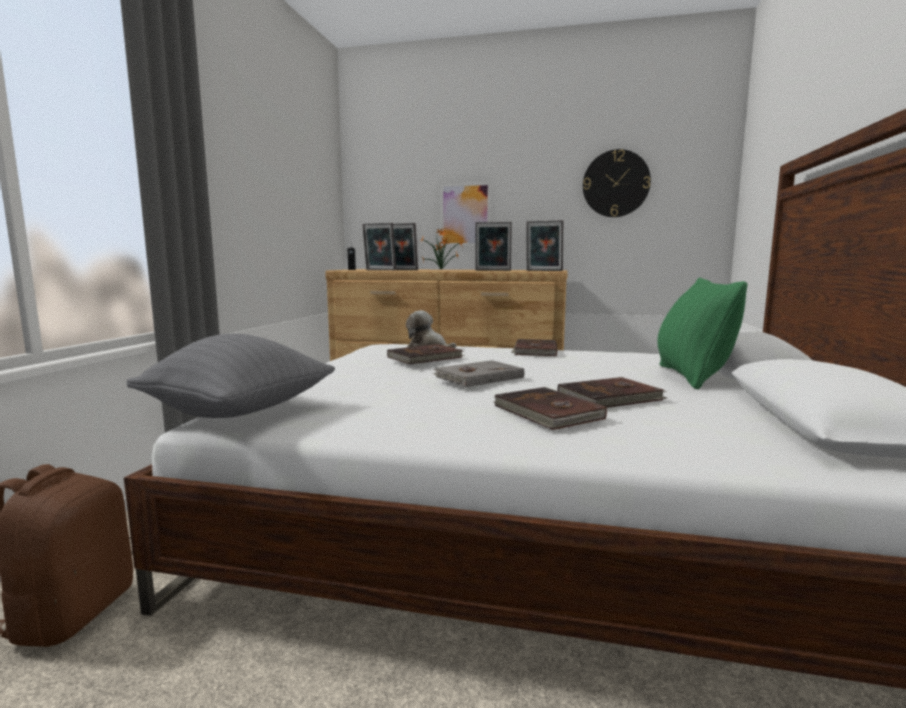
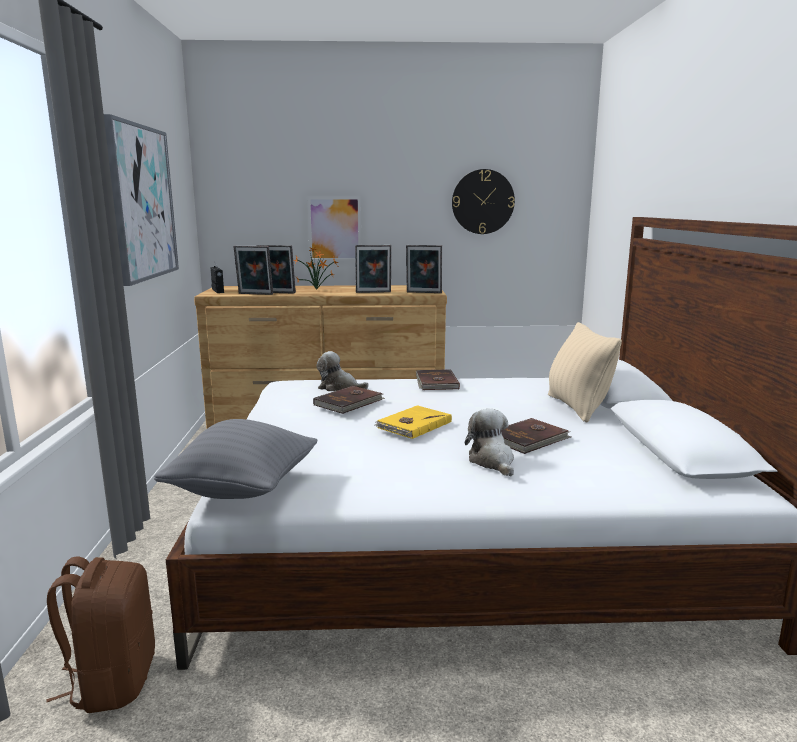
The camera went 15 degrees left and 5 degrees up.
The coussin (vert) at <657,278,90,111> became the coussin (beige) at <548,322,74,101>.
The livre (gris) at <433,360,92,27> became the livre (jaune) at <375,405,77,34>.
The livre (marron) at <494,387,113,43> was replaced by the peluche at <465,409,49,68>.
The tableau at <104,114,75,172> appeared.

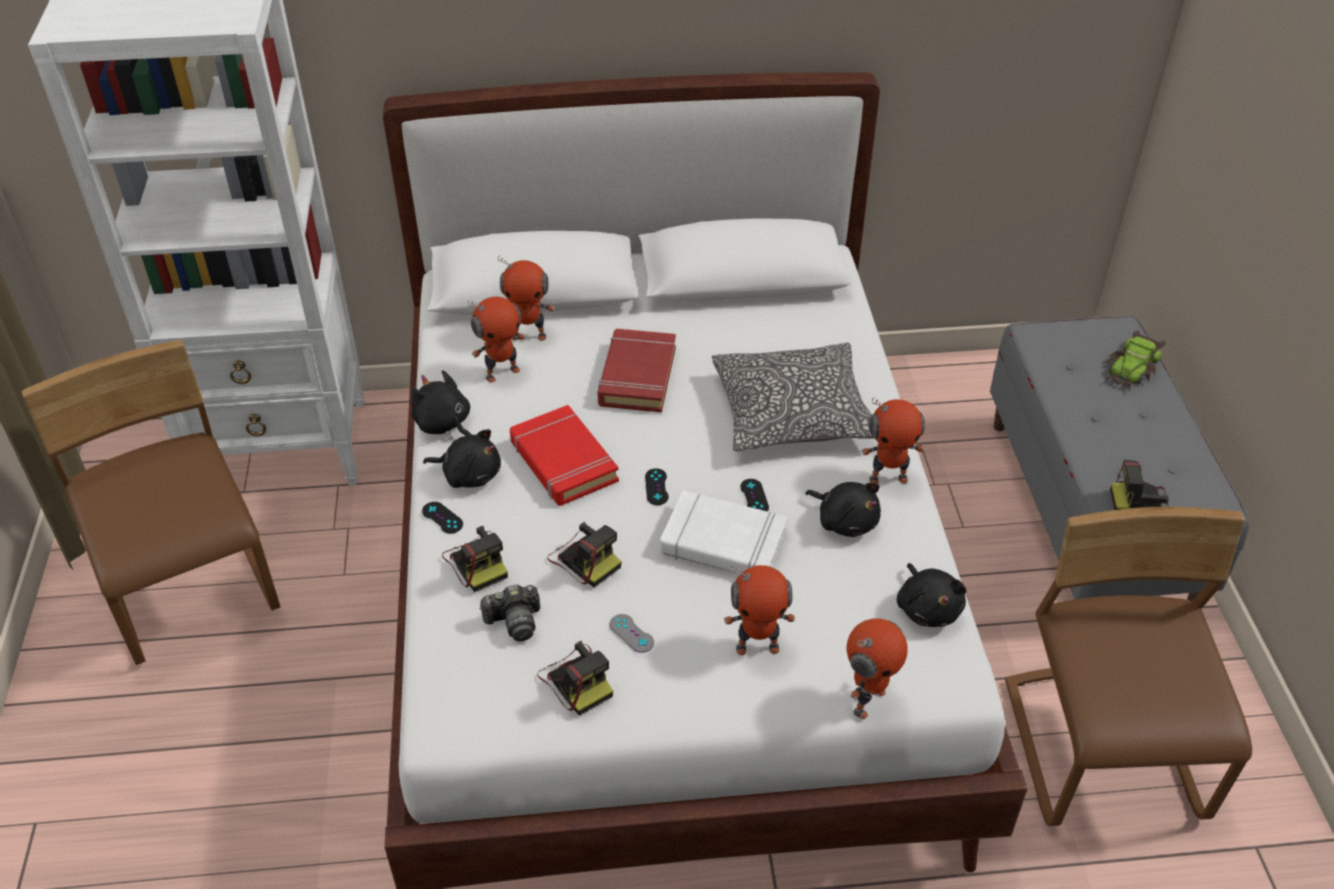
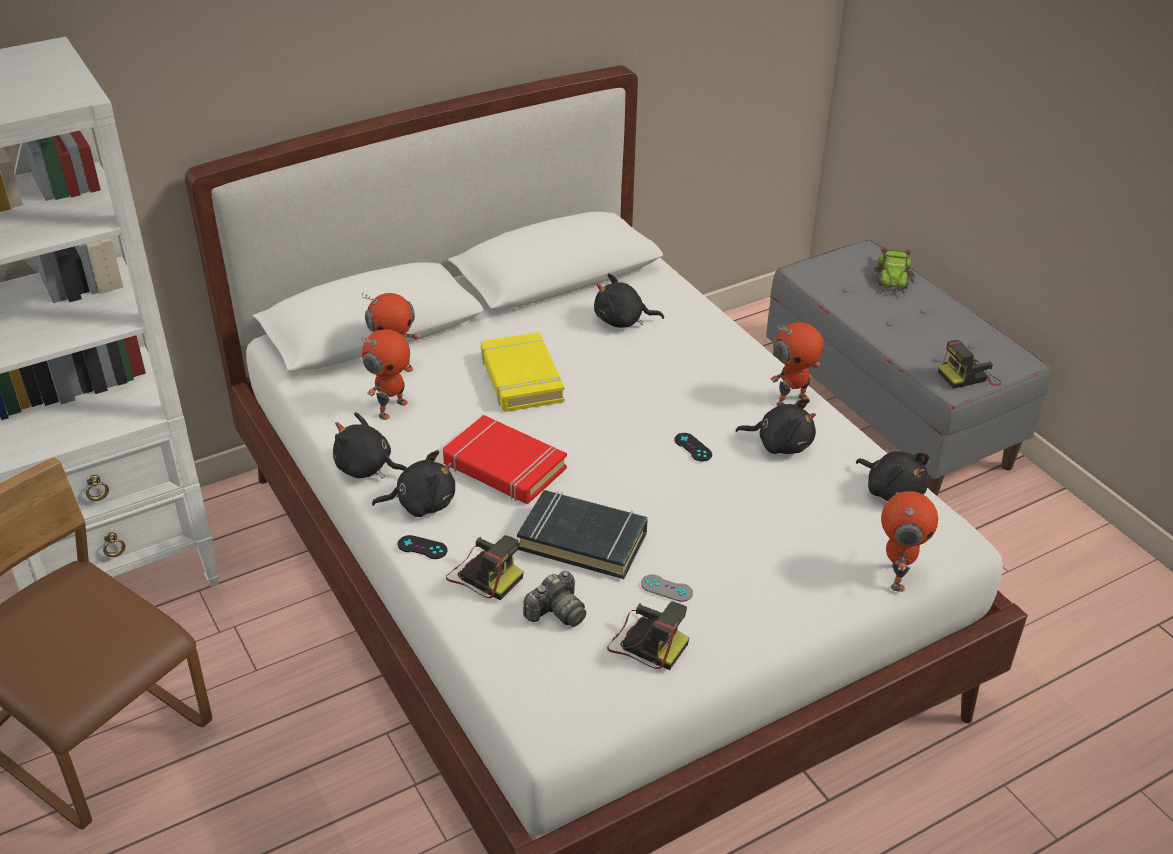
The camera went 25 degrees left and 5 degrees down.
The livre (rouge) at <597,329,79,84> became the livre (jaune) at <481,332,84,80>.
The coussin at <712,343,161,108> disappeared.
The manette (noir) at <645,468,24,37> disappeared.
The livre (blanc) at <660,491,128,83> disappeared.
The chaise (marron) at <1005,507,247,319> disappeared.
The appareil photo at <547,522,75,65> was replaced by the livre (noir) at <517,490,131,89>.
The robot jouet at <724,565,71,90> disappeared.
The peluche (noir) at <594,273,70,55> appeared.

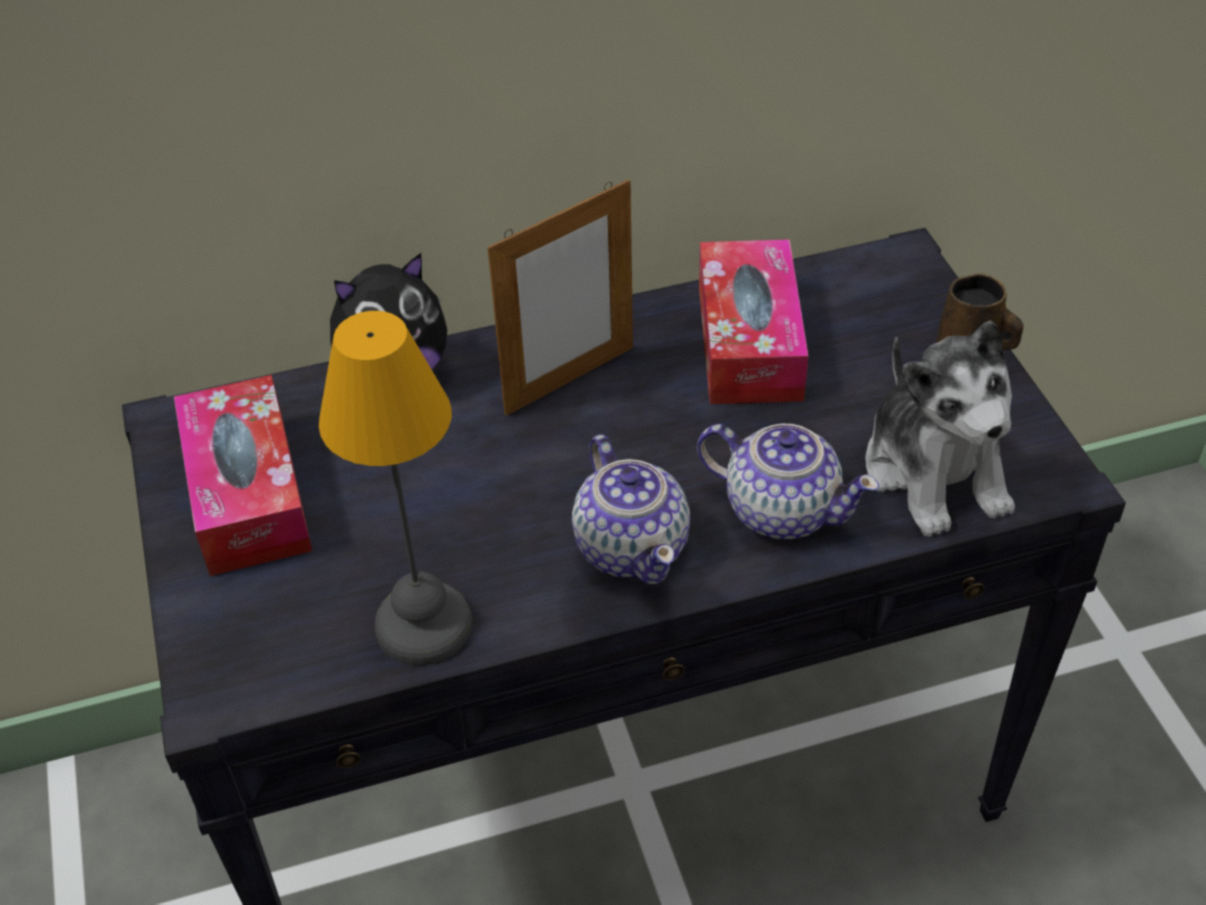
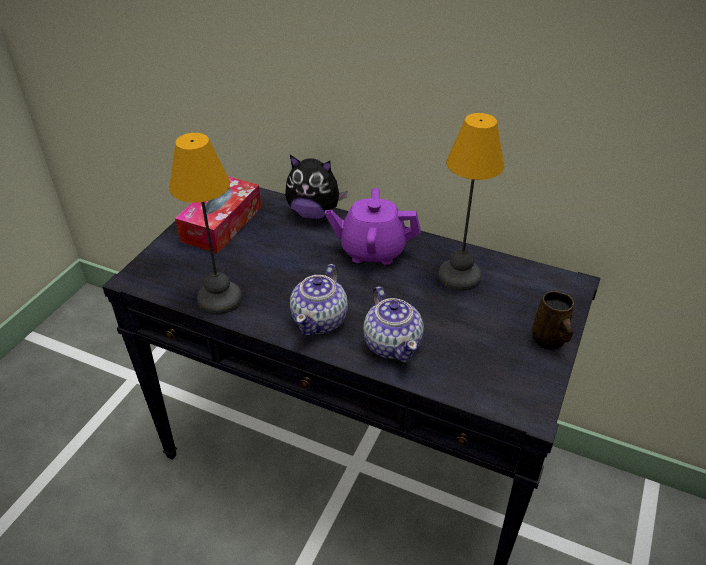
The camera went 40 degrees right and 5 degrees down.
The cadre photo at <487,179,146,237> was replaced by the théière (violet) at <325,188,96,77>.
The boîte à mouchoirs at <699,239,109,165> was replaced by the lampe de table at <438,113,66,178>.
The peluche at <865,321,150,216> disappeared.

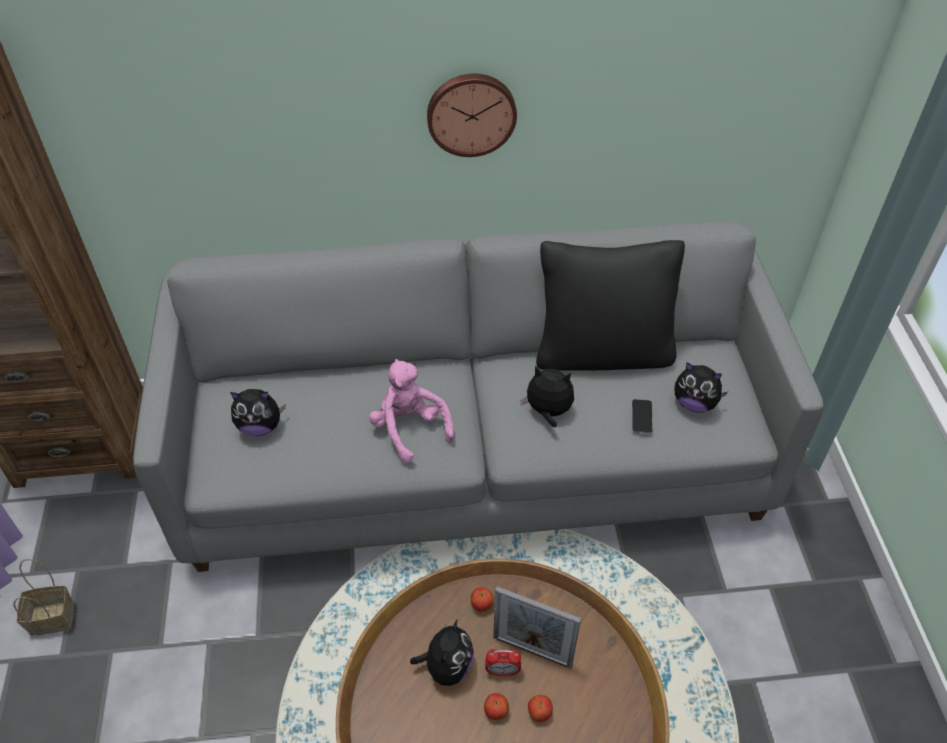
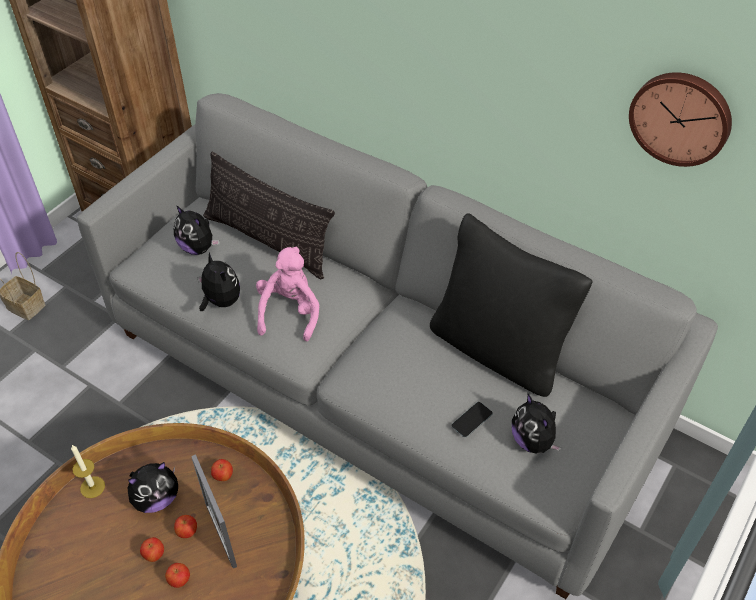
The camera went 40 degrees right and 0 degrees up.
The horloge murale moved from <427,74,90,83> to <629,72,103,95>.
The peluche moved from <520,366,54,61> to <197,252,43,59>.
The réveil at <485,649,36,27> was replaced by the pomme at <174,515,23,23>.
The coussin at <203,152,132,128> appeared.
The bougie at <71,445,34,53> appeared.

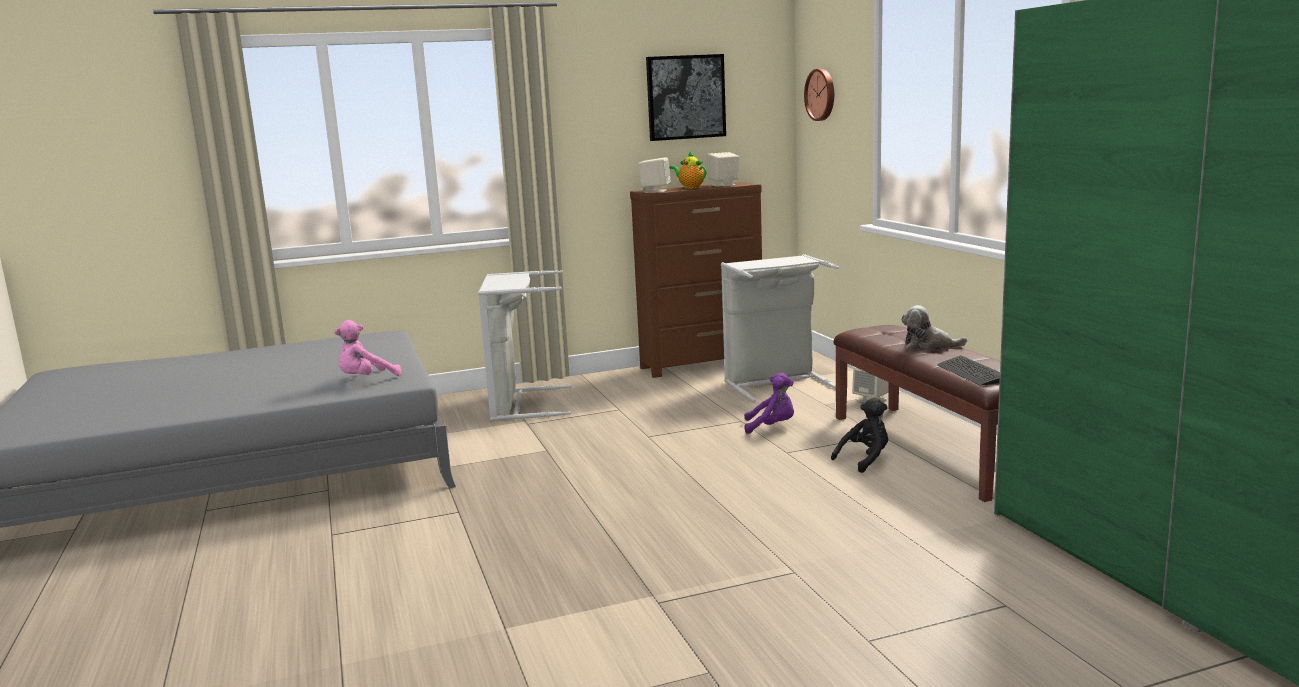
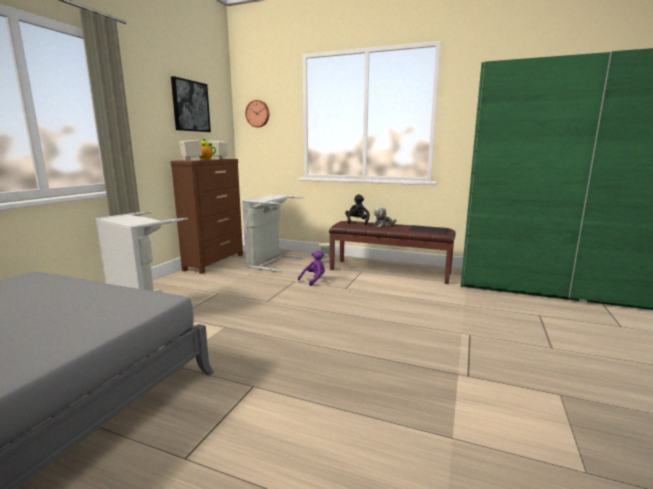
The camera went 50 degrees left and 0 degrees up.
The peluche (rose) at <334,320,68,56> disappeared.
The peluche (noir) moved from <831,398,57,75> to <345,194,25,31>.

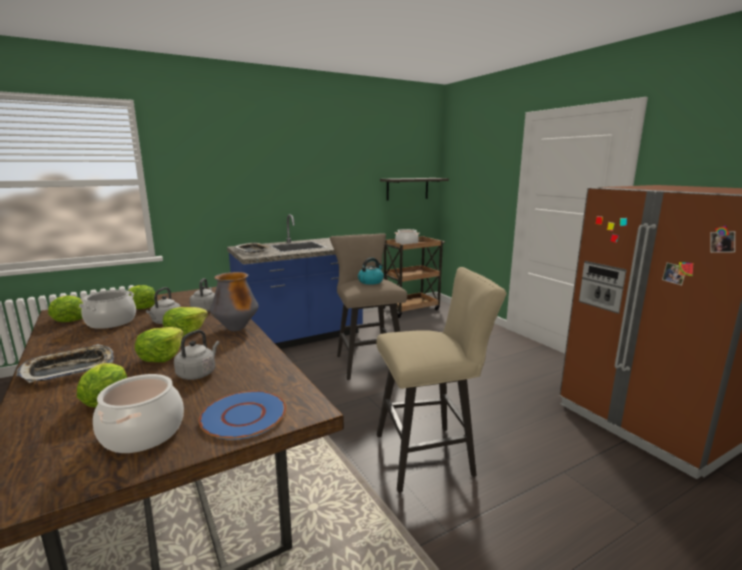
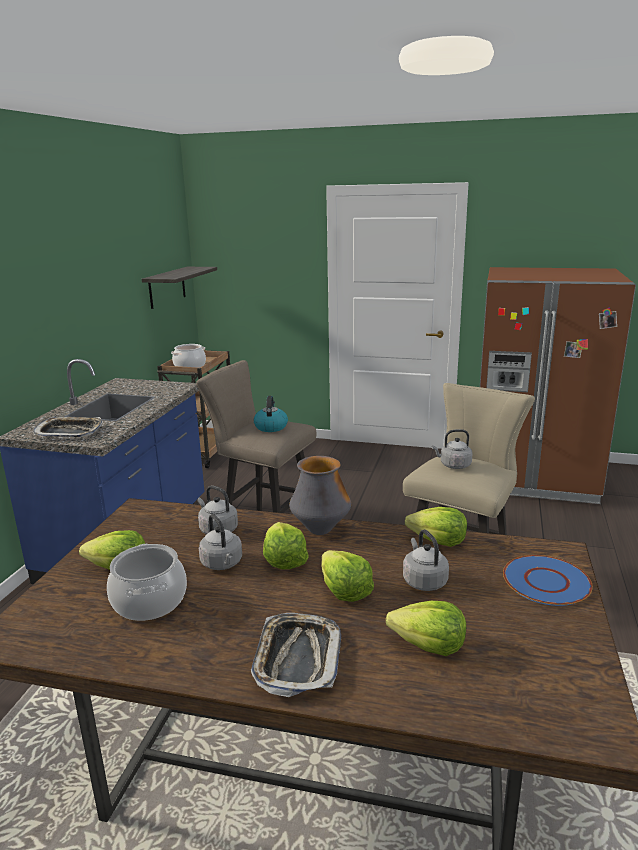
The camera went 45 degrees left and 5 degrees up.
The laitue moved from <48,296,35,26> to <405,507,62,40>.
The marmite at <93,374,91,79> disappeared.
The bouilloire (gris) at <432,429,40,40> appeared.

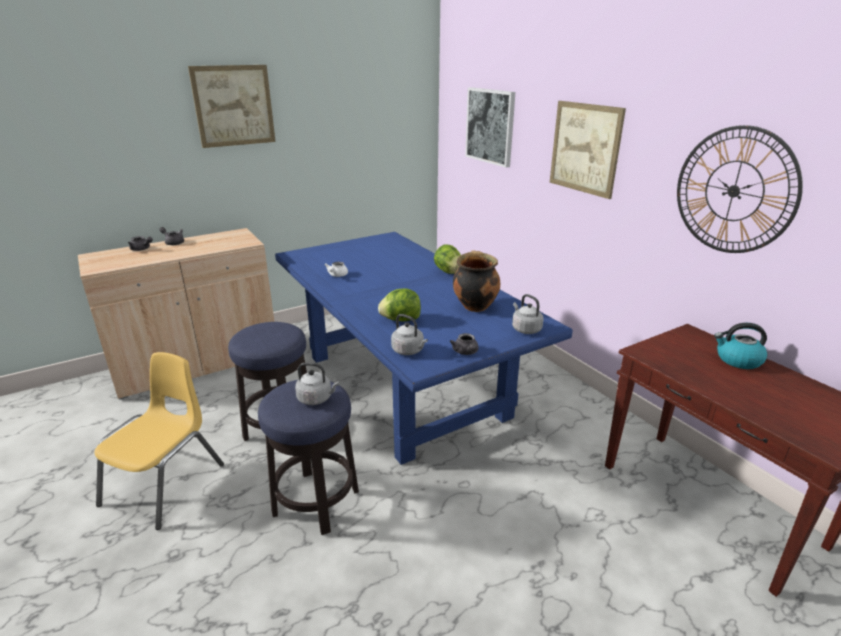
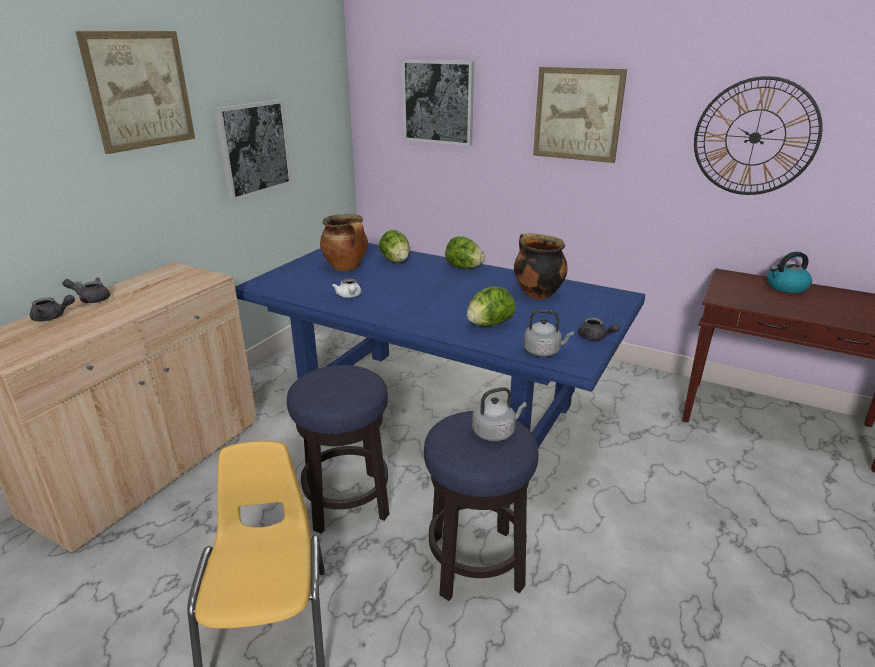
The camera went 30 degrees left and 0 degrees up.
The bouilloire (gris) at <512,294,31,40> disappeared.
The tableau at <214,100,78,101> appeared.
The marmite at <320,214,48,57> appeared.
The laitue at <379,230,31,33> appeared.

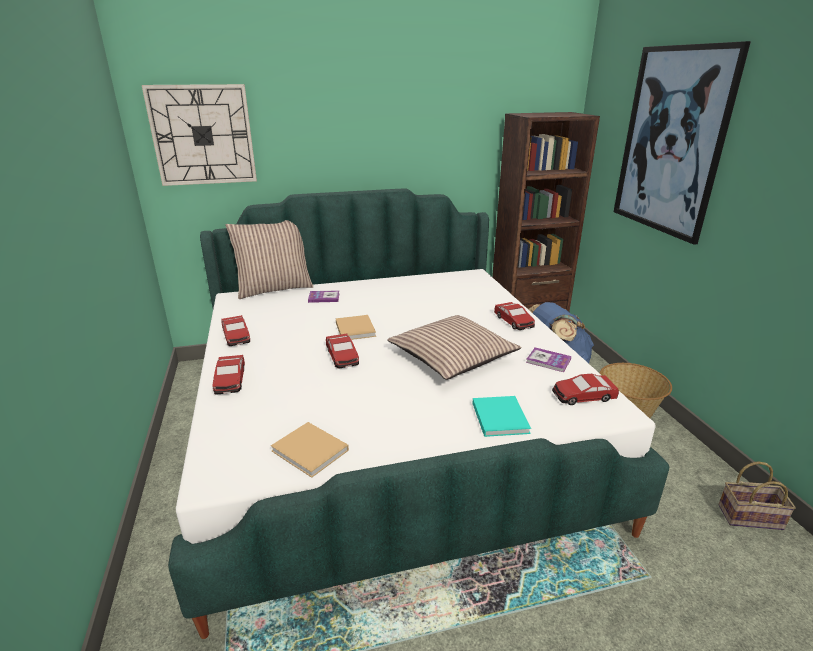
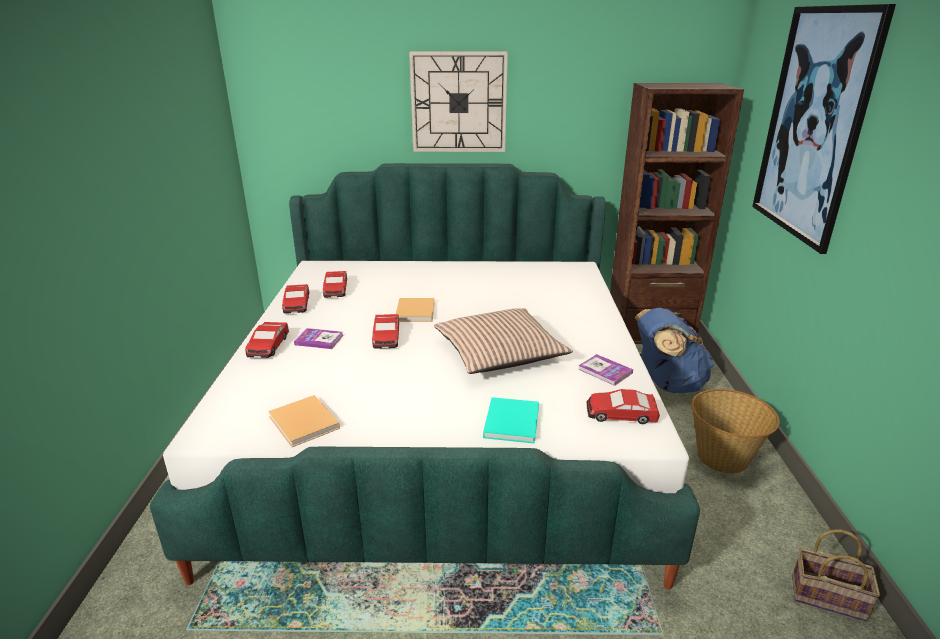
The camera went 15 degrees right and 0 degrees up.
The horloge murale moved from <142,84,115,102> to <409,51,99,101>.
The coussin at <226,220,88,79> disappeared.
The livre moved from <308,290,32,13> to <294,328,49,21>.
The petite voiture moved from <494,302,41,28> to <323,271,24,27>.

